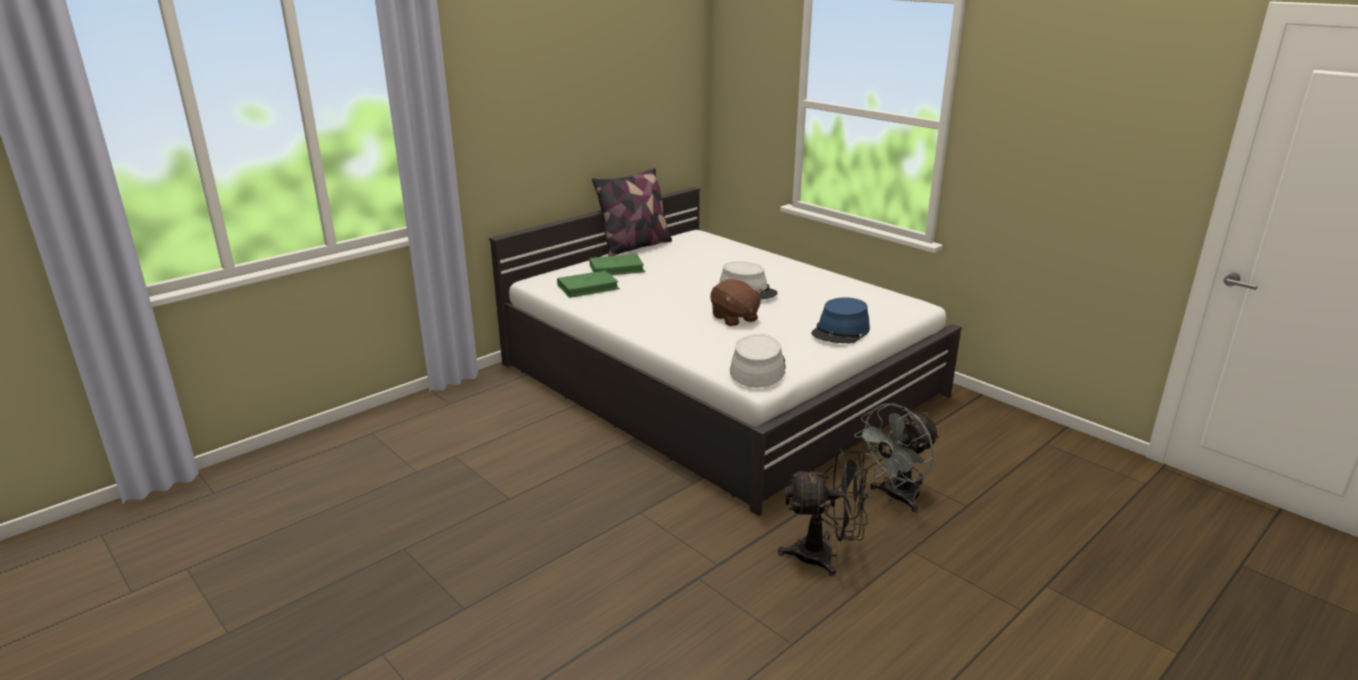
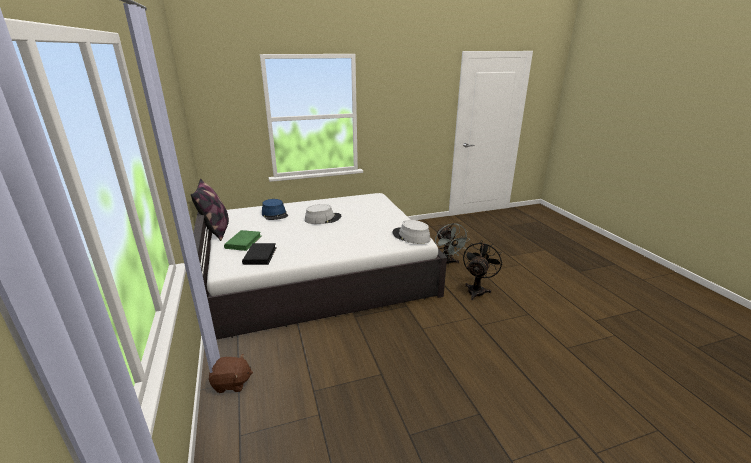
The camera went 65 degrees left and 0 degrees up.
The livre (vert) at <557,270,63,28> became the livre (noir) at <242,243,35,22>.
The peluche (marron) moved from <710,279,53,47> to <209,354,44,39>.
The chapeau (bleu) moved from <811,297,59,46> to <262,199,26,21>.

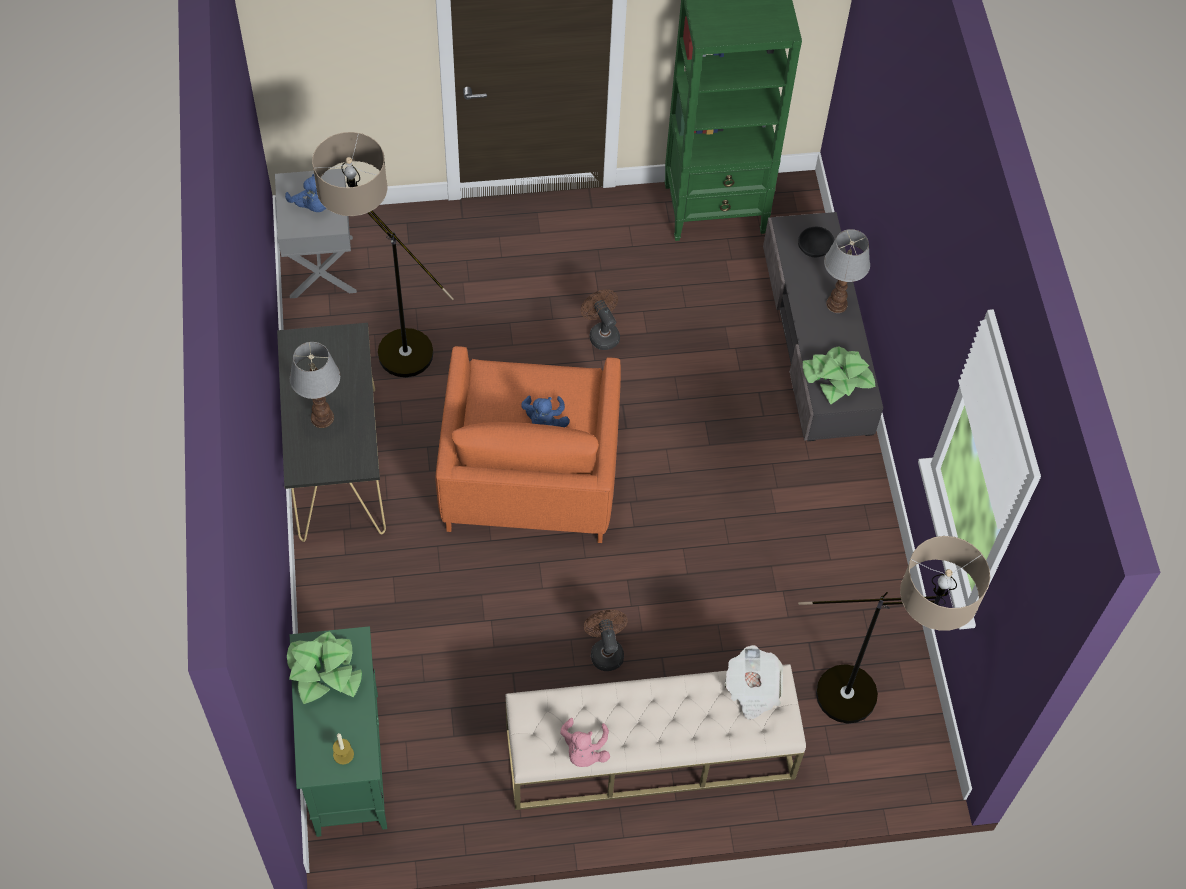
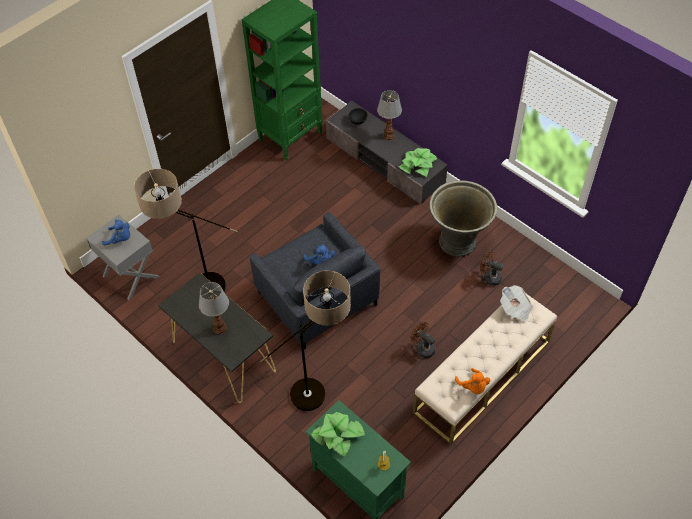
The camera went 35 degrees left and 5 degrees down.
The ventilateur (marron) moved from <581,289,39,61> to <480,251,23,35>.
The fauteuil (orange) at <436,346,185,197> became the fauteuil (gris) at <250,212,130,138>.
The lampadaire moved from <798,536,192,188> to <260,270,91,141>.
The peluche (rose) at <560,718,50,49> became the peluche (orange) at <455,368,35,26>.
The cache-pot (gris) at <430,180,67,77> appeared.

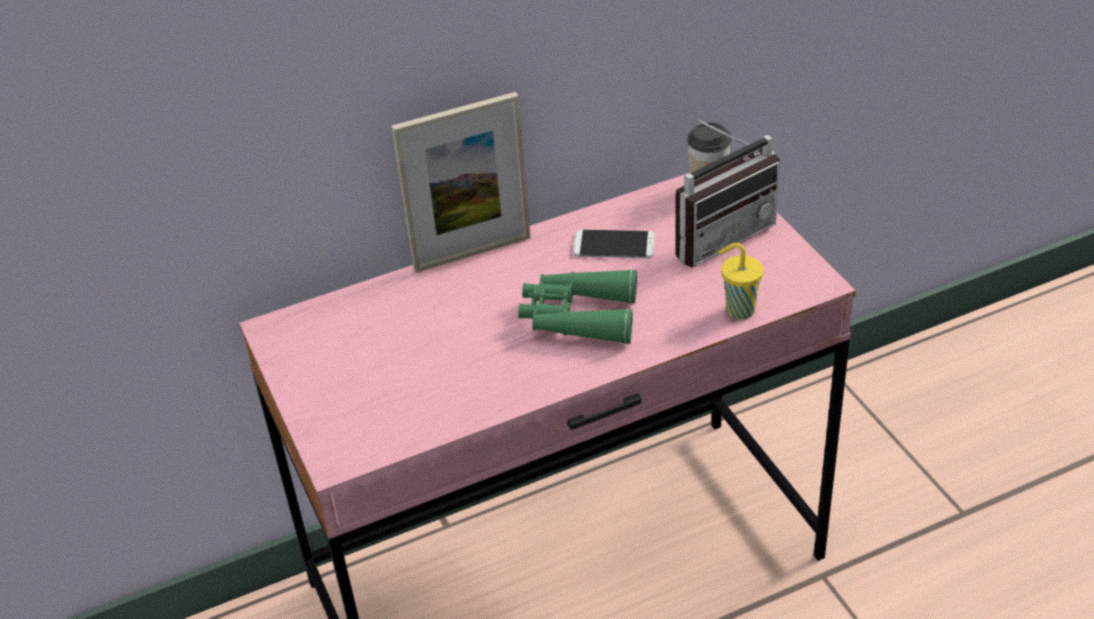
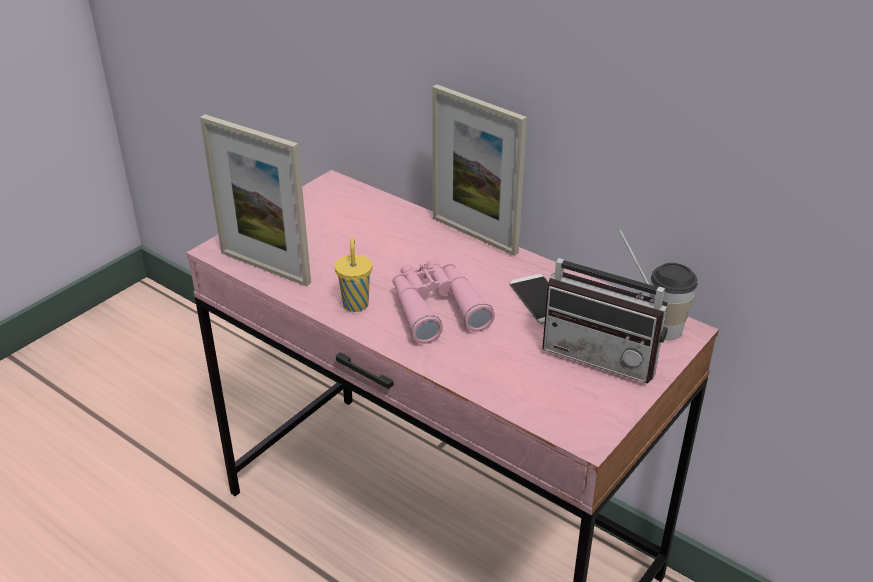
The camera went 60 degrees right and 5 degrees down.
The tasse (jaune) moved from <718,243,46,76> to <335,238,37,74>.
The jumelles (vert) at <518,269,119,75> became the jumelles (rose) at <392,259,103,85>.
The cadre photo at <200,114,111,172> appeared.

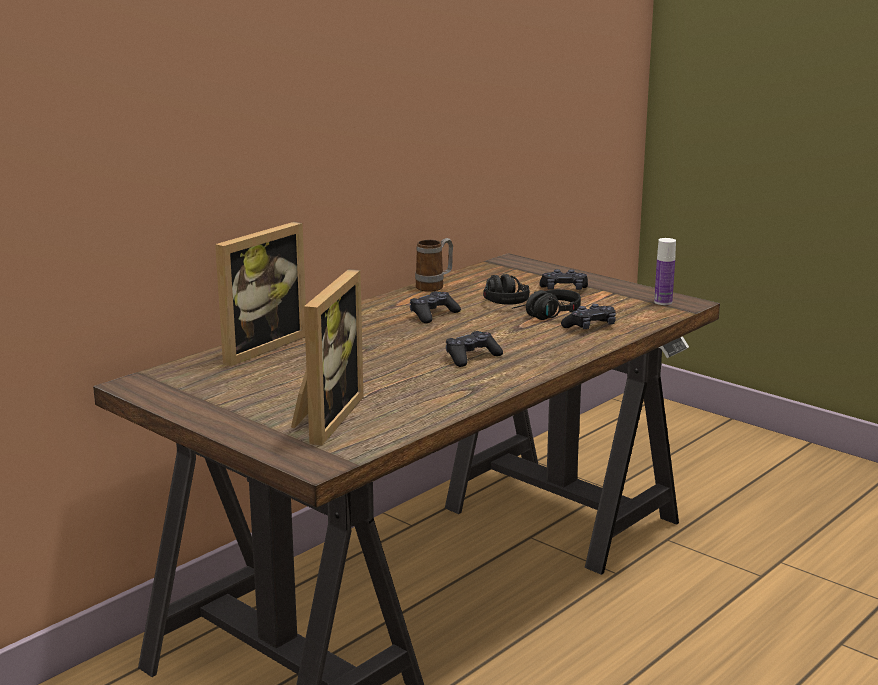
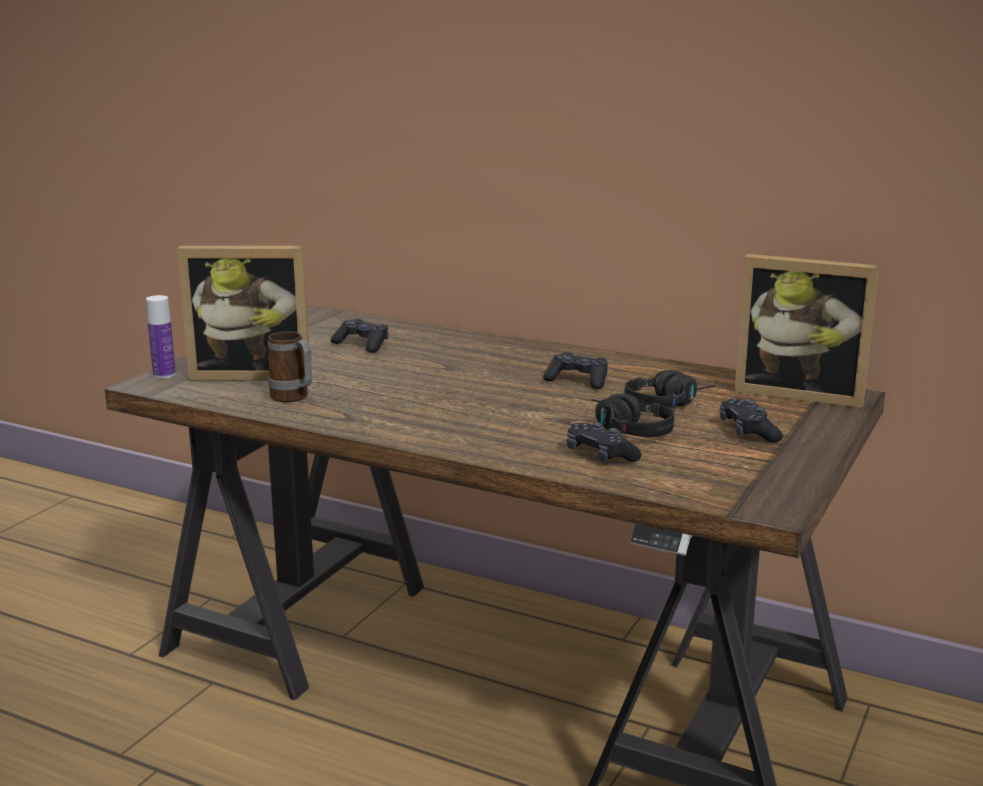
The camera went 75 degrees right and 0 degrees up.
The cadre photo moved from <215,222,91,144> to <734,254,145,154>.
The mug moved from <415,238,38,54> to <268,331,44,71>.
The bouteille moved from <654,238,22,67> to <146,295,30,84>.
The manette (noir) moved from <446,331,57,36> to <331,319,58,34>.

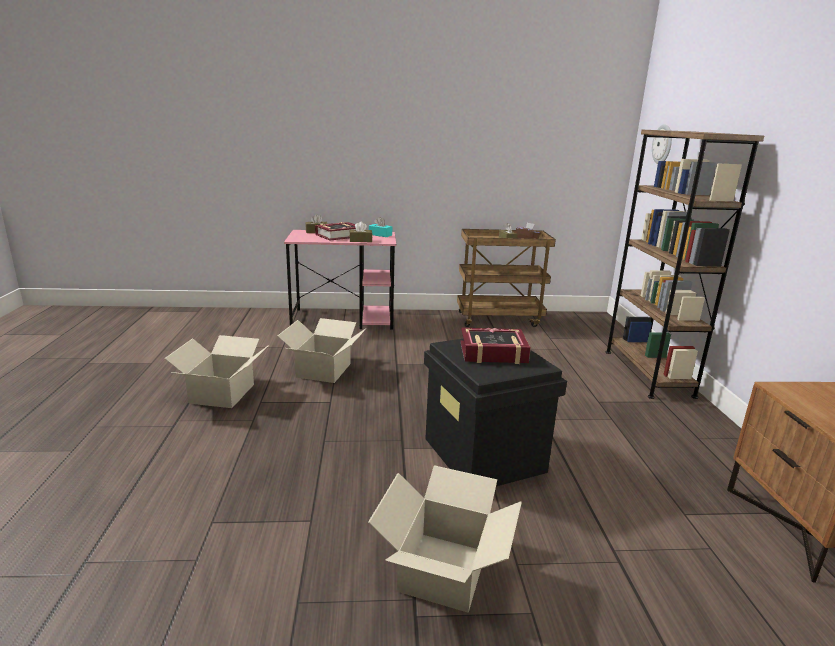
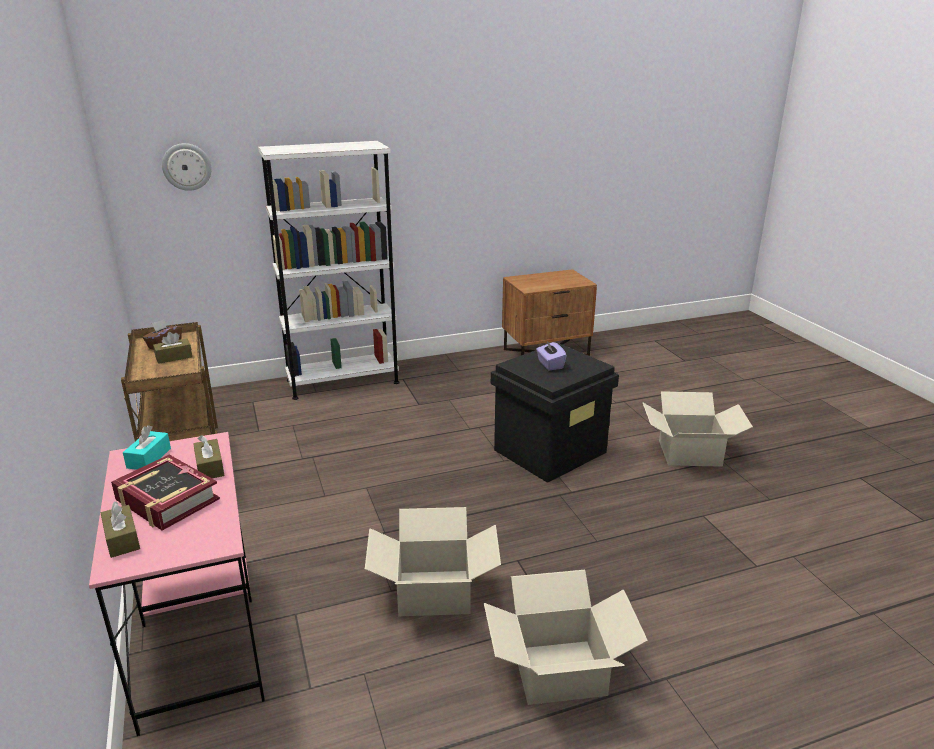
The camera went 105 degrees left and 5 degrees up.
The bibliothèque (marron) at <605,130,159,269> became the bibliothèque (blanc) at <258,141,141,259>.
The livre at <460,328,71,36> was replaced by the boîte à mouchoirs (violet) at <536,341,31,29>.

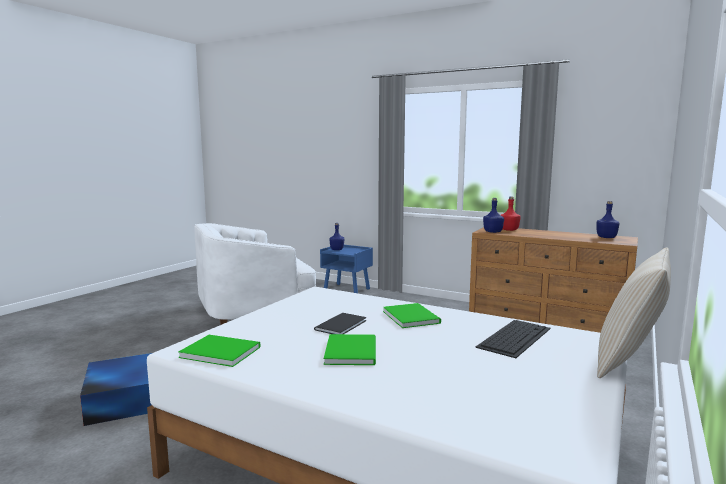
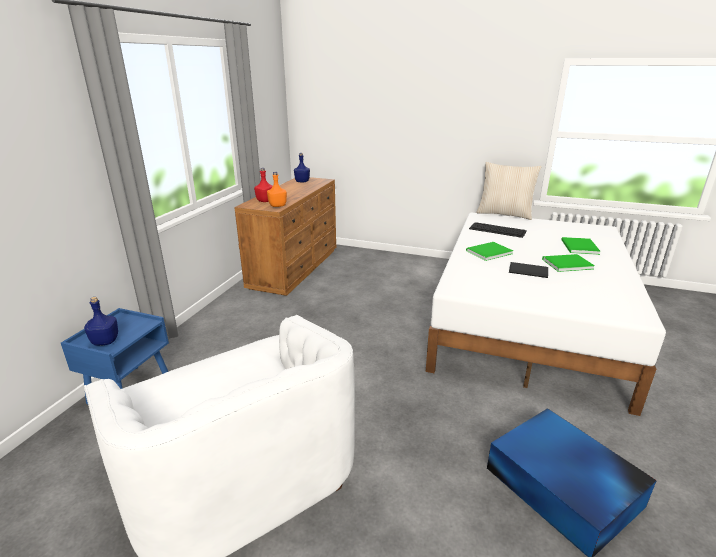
The camera went 100 degrees left and 15 degrees up.
The bouteille (bleu) at <483,198,21,35> became the bouteille (orange) at <267,172,20,35>.
The livre (vert) moved from <178,335,82,32> to <561,237,40,18>.

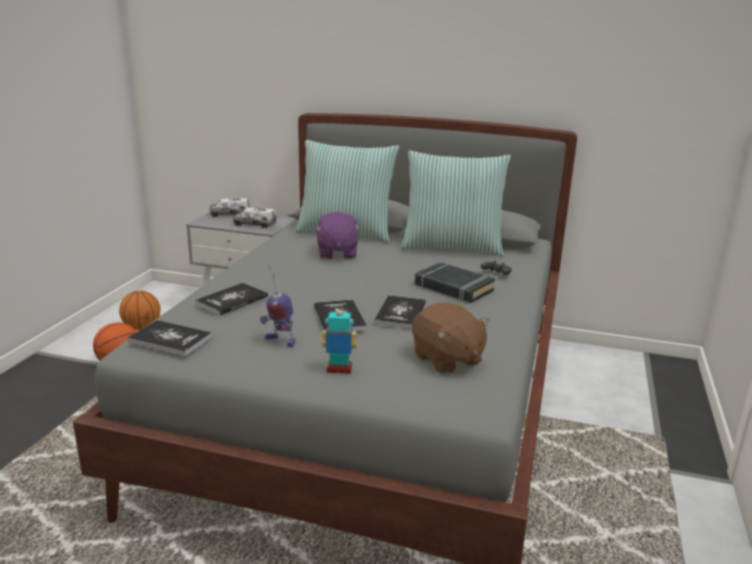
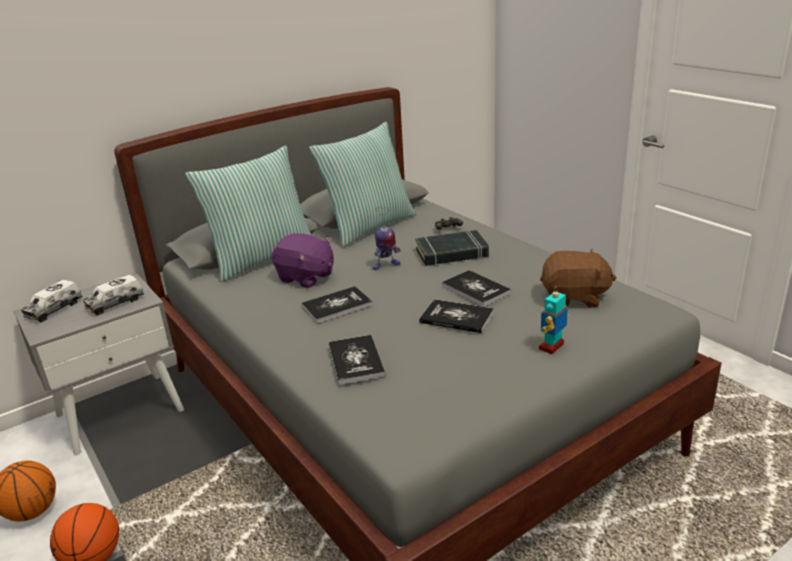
The camera went 50 degrees left and 5 degrees up.
The robot jouet moved from <260,266,35,81> to <373,207,28,63>.
The livre moved from <127,320,85,36> to <301,286,72,38>.

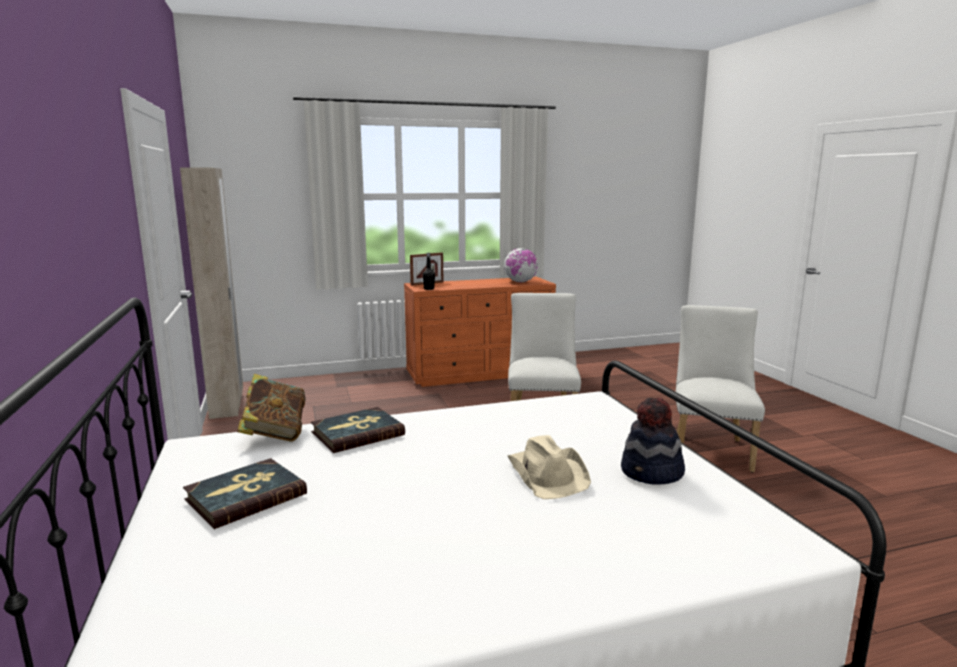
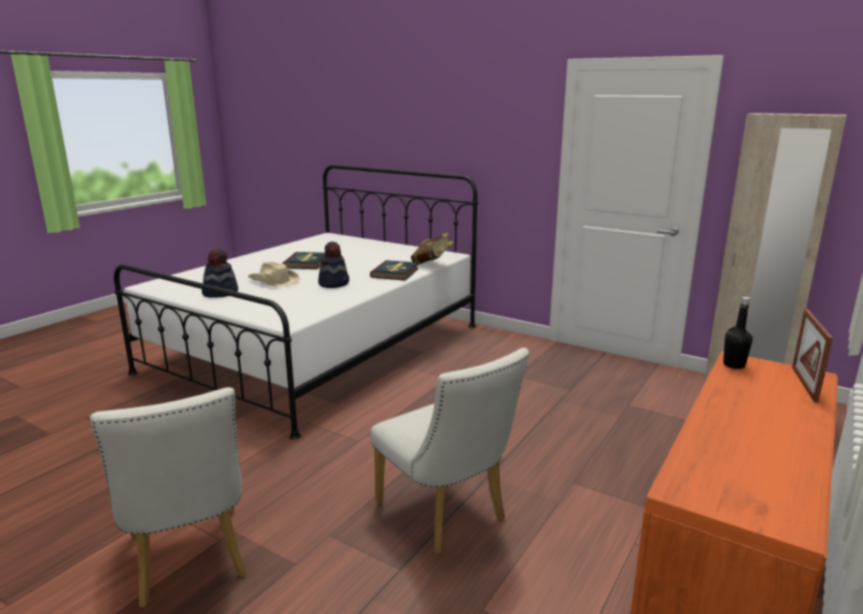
The camera went 140 degrees right and 5 degrees up.
The globe at <504,248,34,34> disappeared.
The livre moved from <183,458,124,71> to <282,252,43,17>.
The chapeau at <318,241,31,47> appeared.

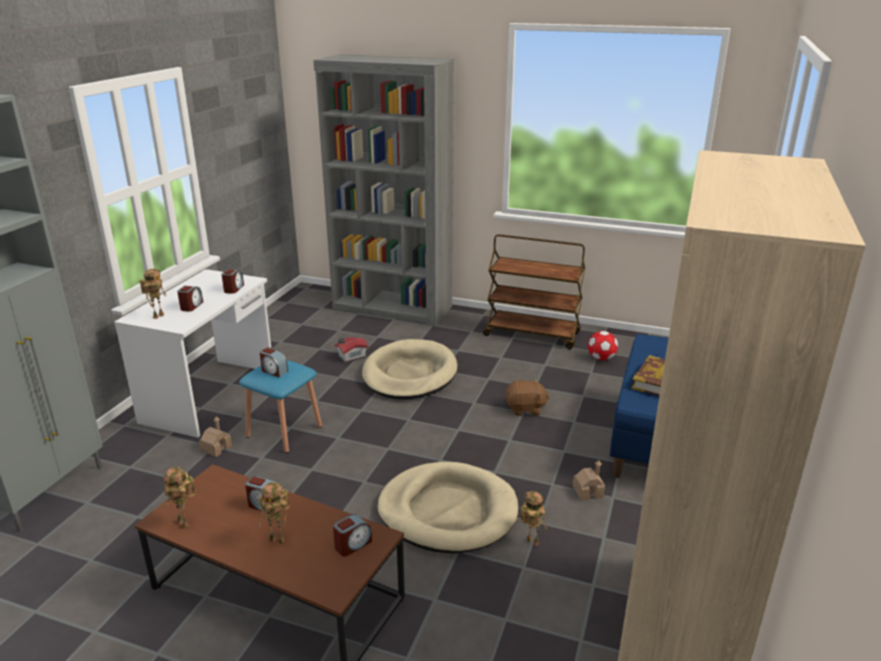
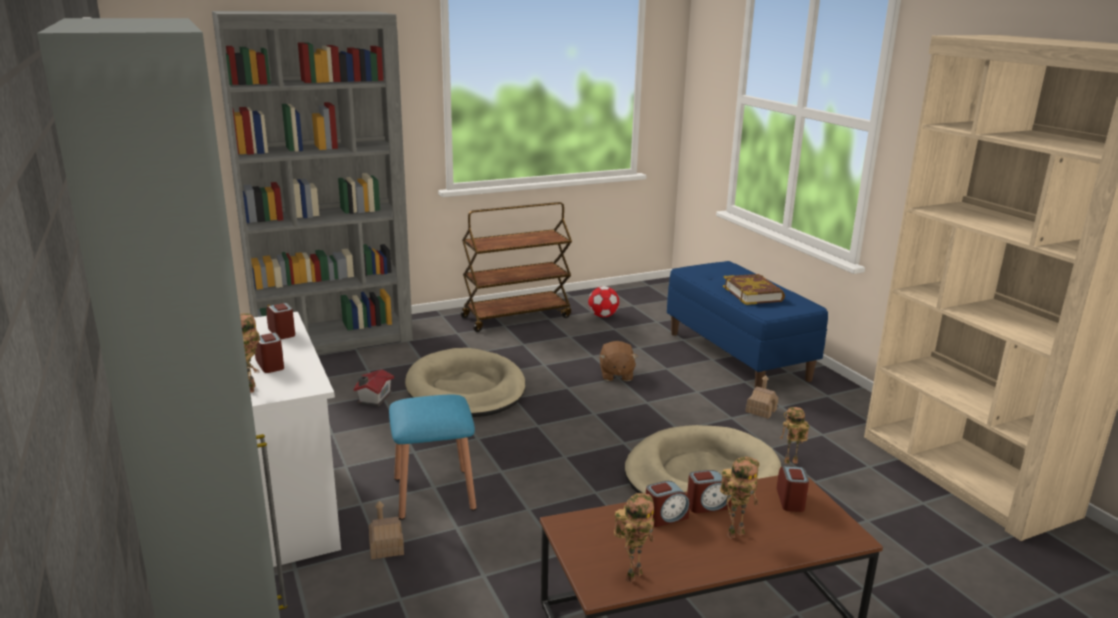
The camera went 45 degrees left and 5 degrees down.
The réveil moved from <260,348,28,29> to <687,470,44,43>.
The peluche (marron) at <505,379,45,37> turned 135 degrees clockwise.
The robot jouet at <164,467,32,62> turned 45 degrees counterclockwise.

